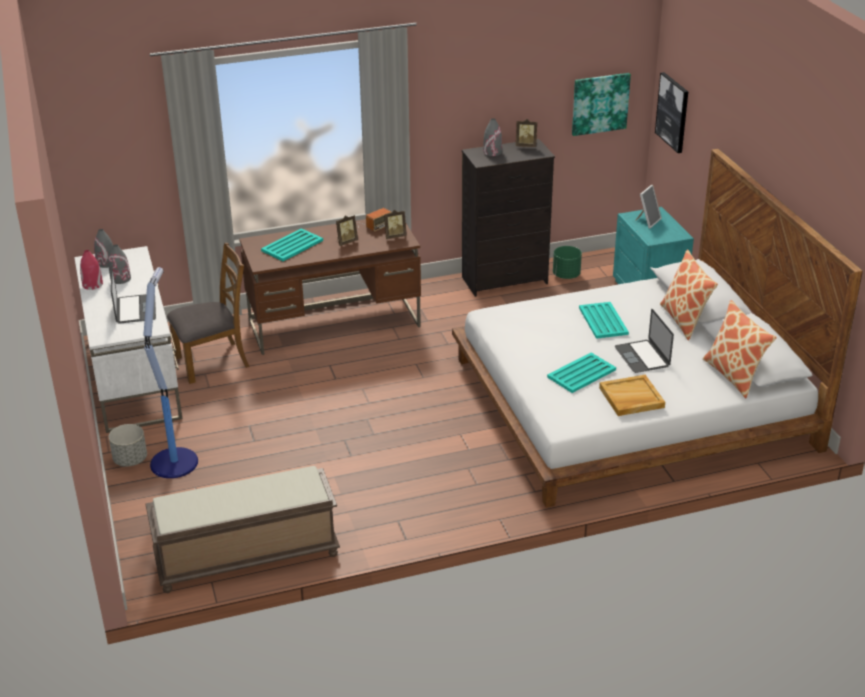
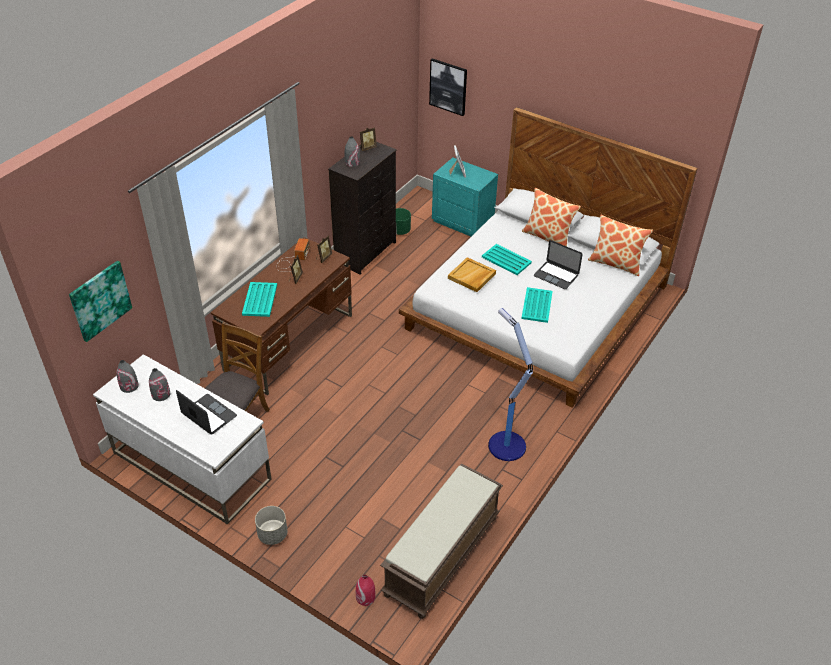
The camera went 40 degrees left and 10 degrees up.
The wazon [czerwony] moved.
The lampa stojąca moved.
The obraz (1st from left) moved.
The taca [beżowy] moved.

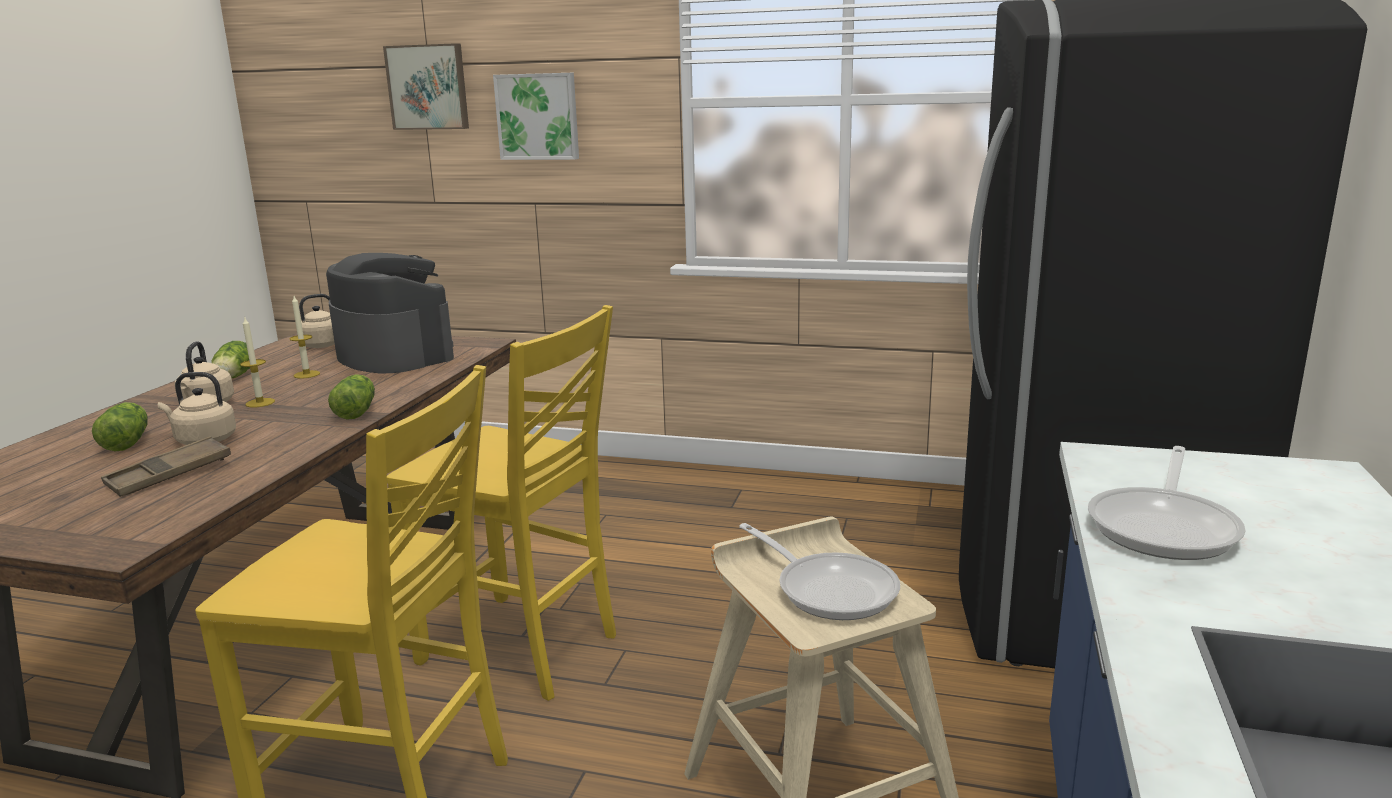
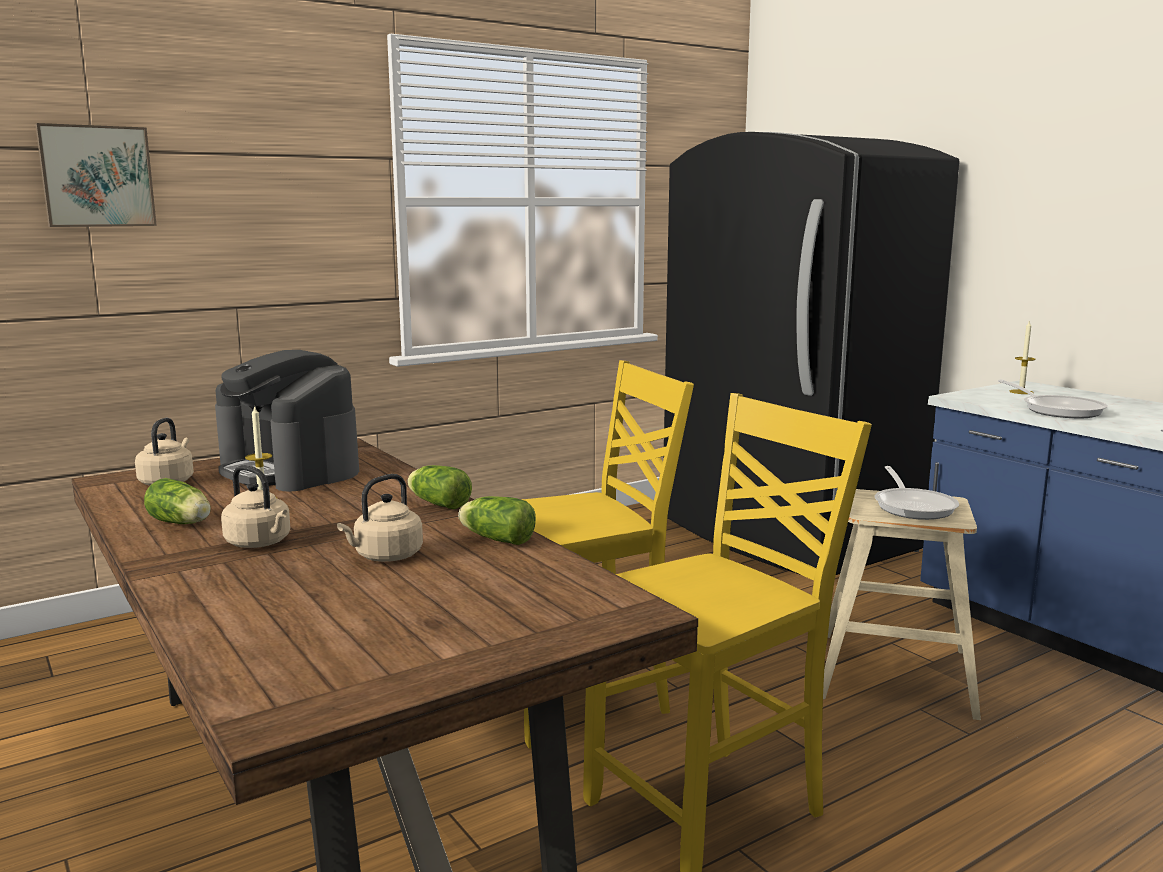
The camera went 50 degrees left and 5 degrees down.
The taca [brązowy] disappeared.
The obraz (2nd from left) disappeared.
The sałata (1st from left in the first image) moved.
The świeca (1st from left in the first image) moved.
The ekspres do kawy turned 135 degrees counterclockwise.
The patelnia (1st from left) turned 90 degrees clockwise.

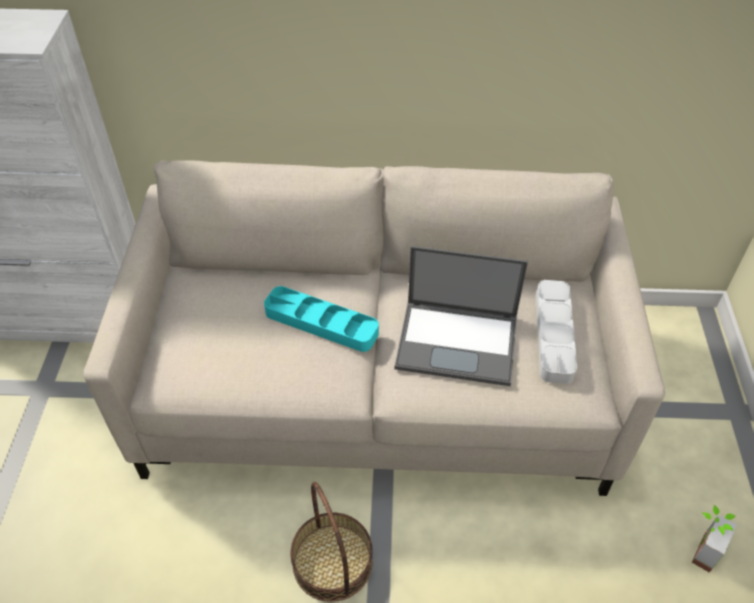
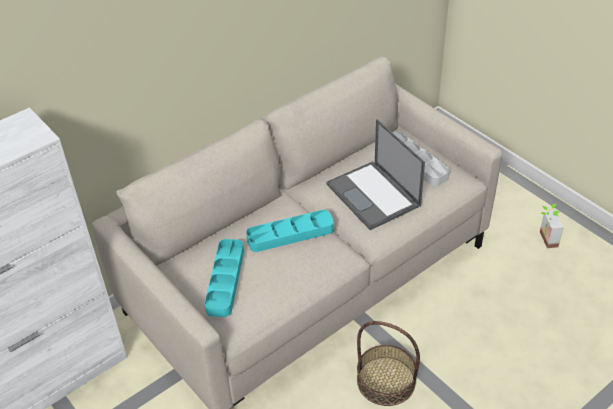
The camera went 40 degrees left and 5 degrees down.
The taca [turkusowy] (1st from left) appeared.
The laptop turned 90 degrees clockwise.

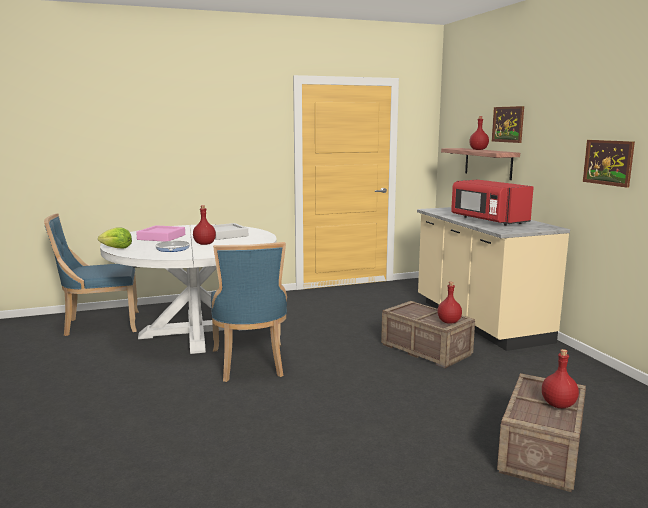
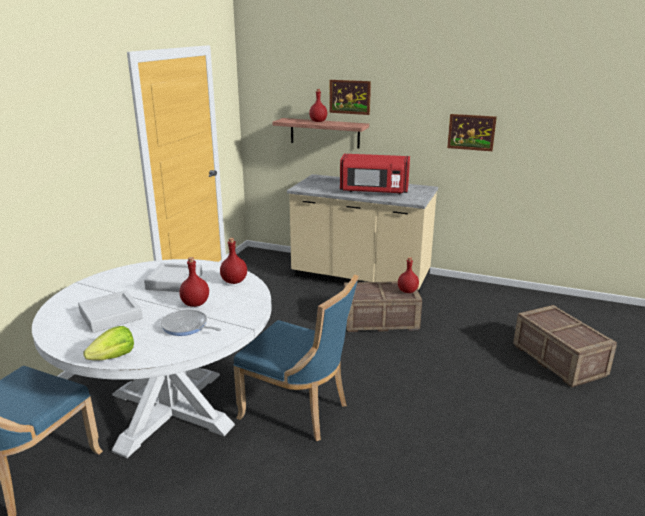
The camera went 50 degrees left and 10 degrees up.
The butelka [czerwony] (4th from left in the first image) moved.
The taca [różowy] became the taca [szary] (1st from left).

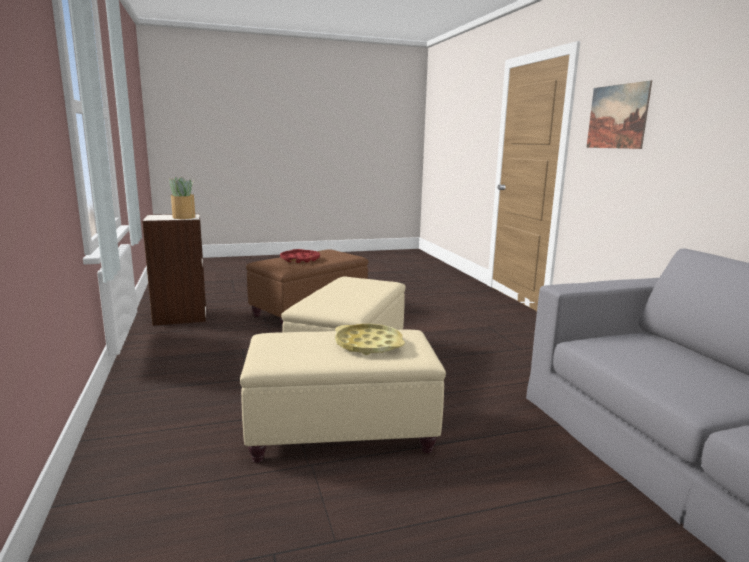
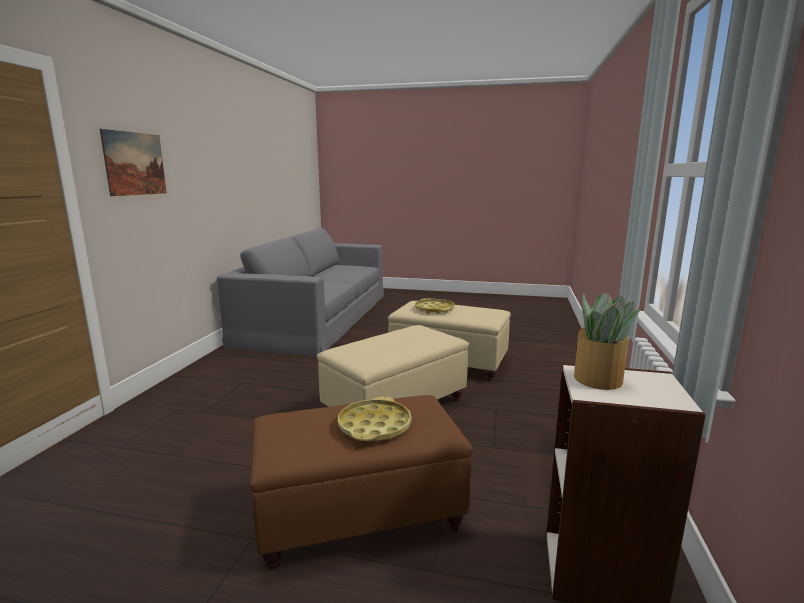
The camera went 150 degrees left and 0 degrees up.
The taca [czerwony] became the taca [żółty] (1st from left).

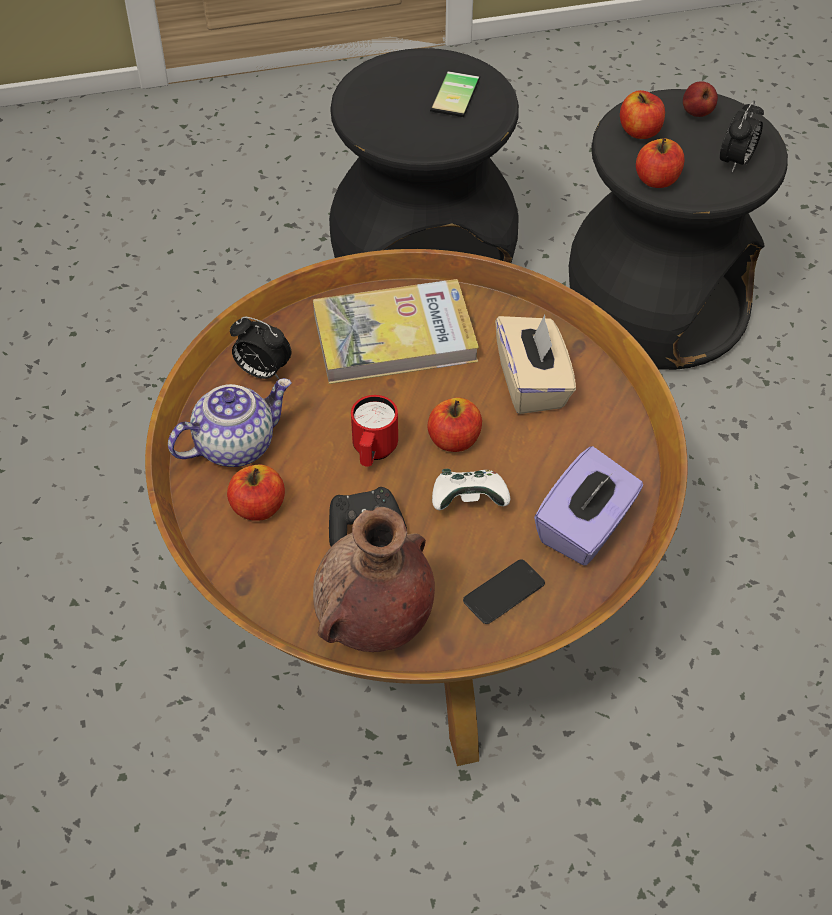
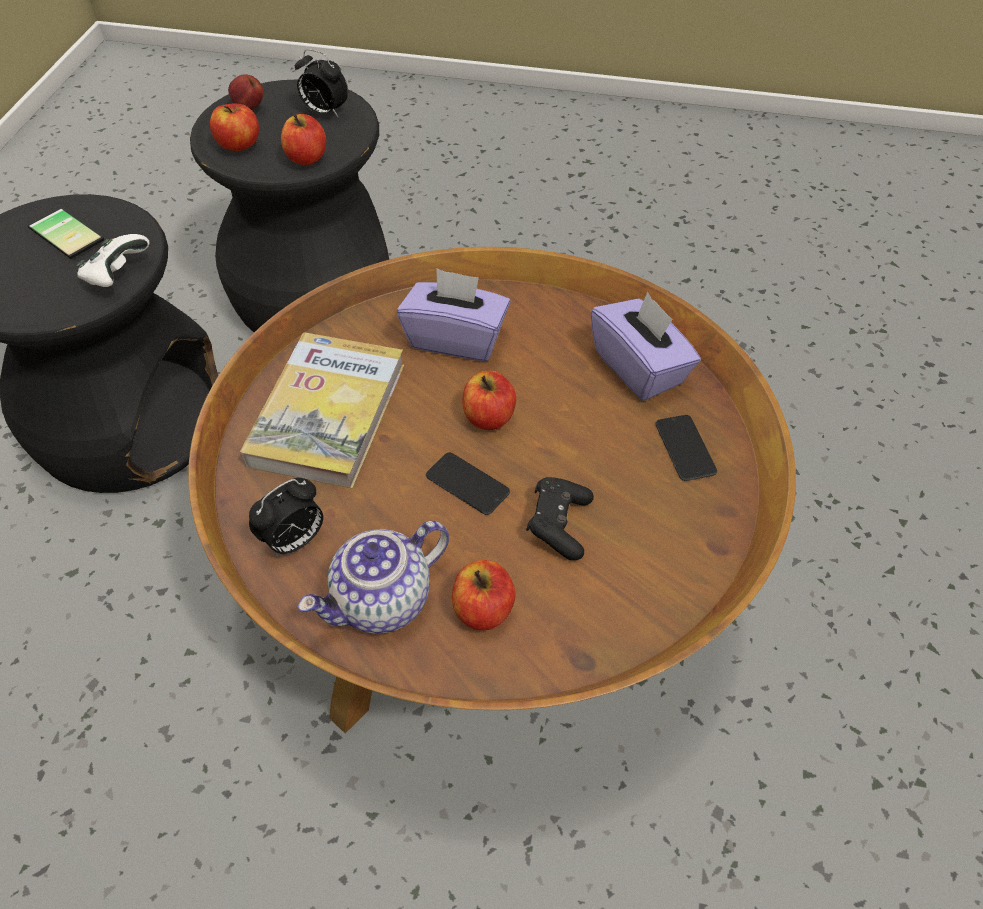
The camera went 65 degrees left and 0 degrees up.
The wazon [brązowy] disappeared.
The pad do gier [biały] moved.
The kubek [czerwony] was replaced by the telefon (2nd from left).
The pudełko chusteczek [beżowy] became the pudełko chusteczek [fioletowy] (1st from left).
The imbryk turned 120 degrees counterclockwise.
The budzik (2nd from left) turned 150 degrees clockwise.

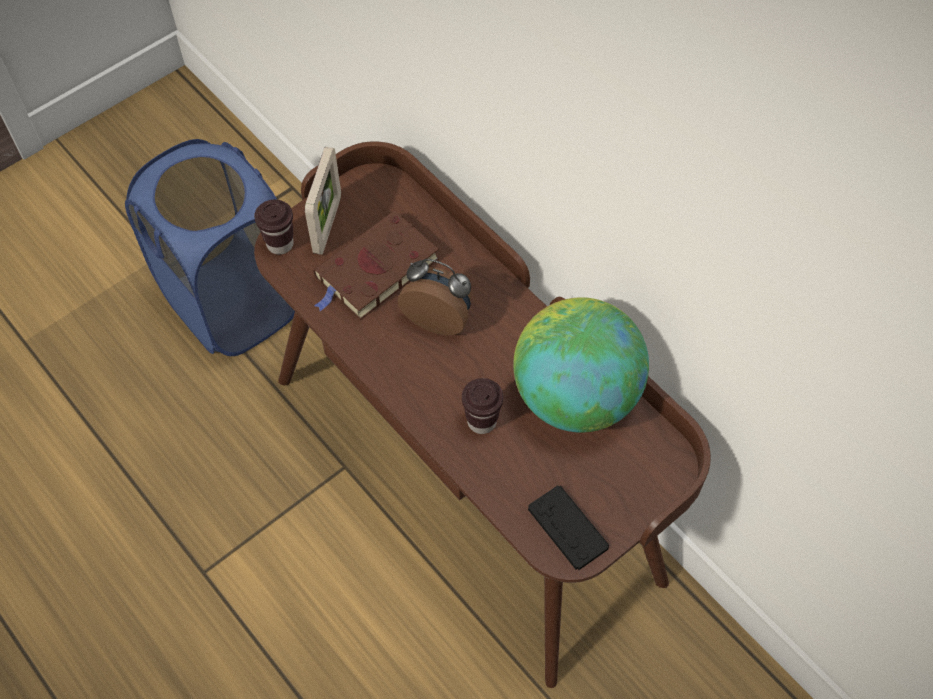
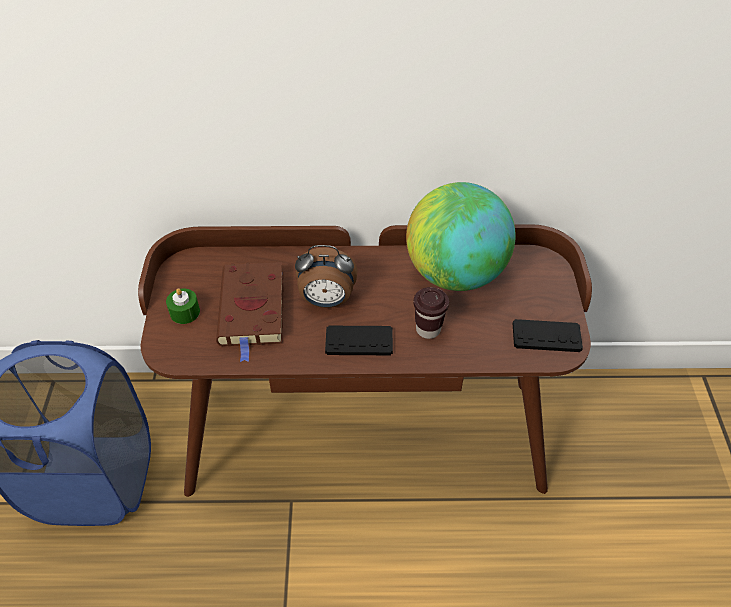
The camera went 50 degrees left and 10 degrees down.
The filiżanka [brązowy] (1st from left) disappeared.
The pad do gier [czarny] (1st from left) appeared.
The ramka na zdjęcie was replaced by the świeca [zielony].
The budzik turned 150 degrees counterclockwise.

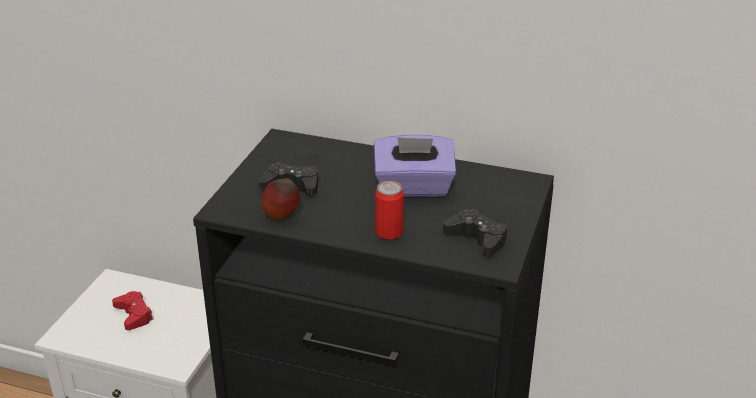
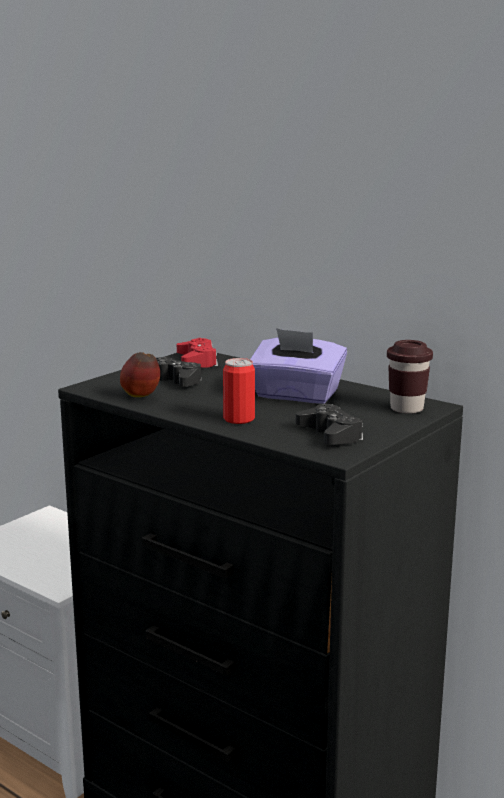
The camera went 20 degrees right and 15 degrees down.
The filiżanka [brązowy] appeared.
The pad do gier [czerwony] moved.

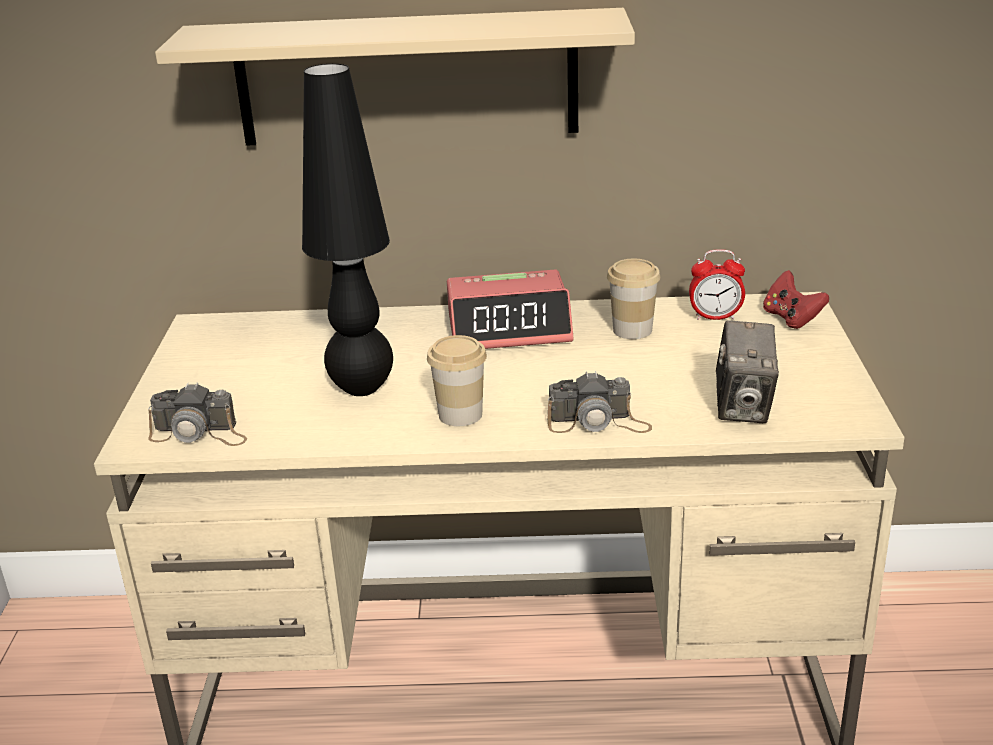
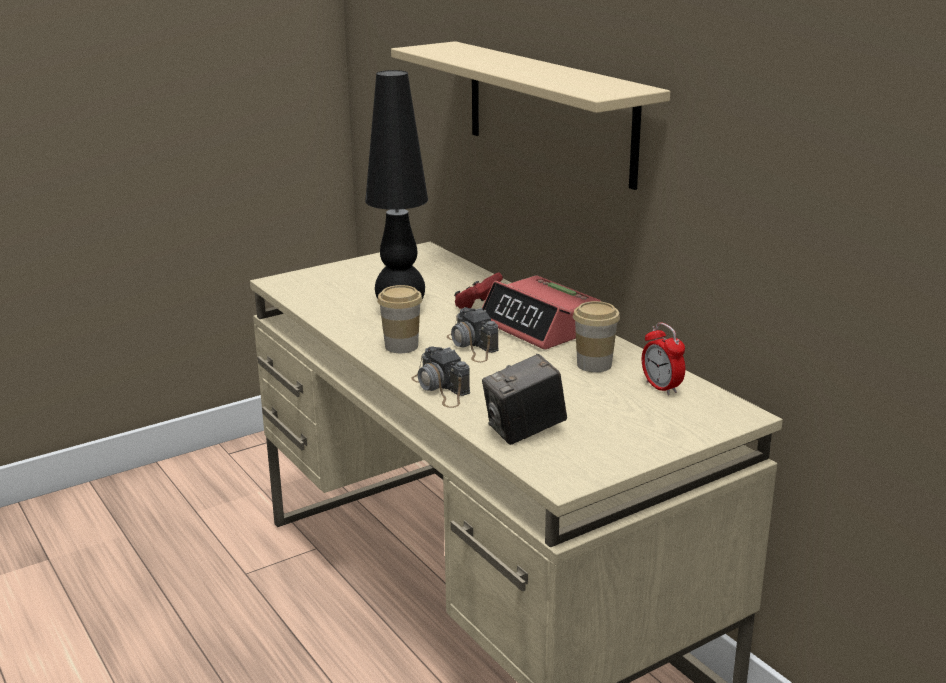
The camera went 55 degrees right and 5 degrees down.
The aparat fotograficzny (1st from left in the first image) moved.
The pad do gier [czerwony] moved.

